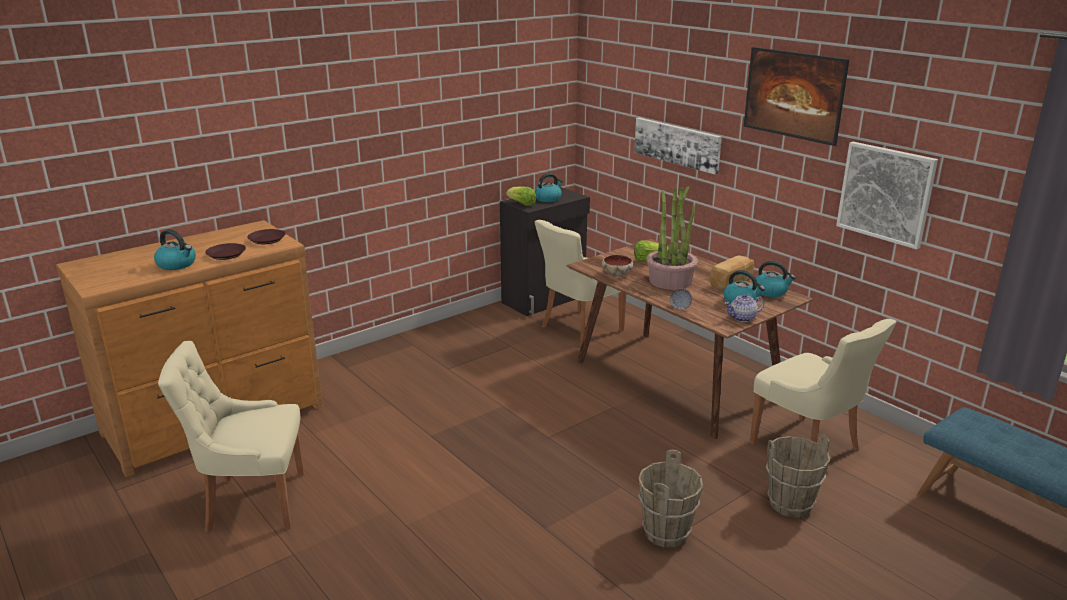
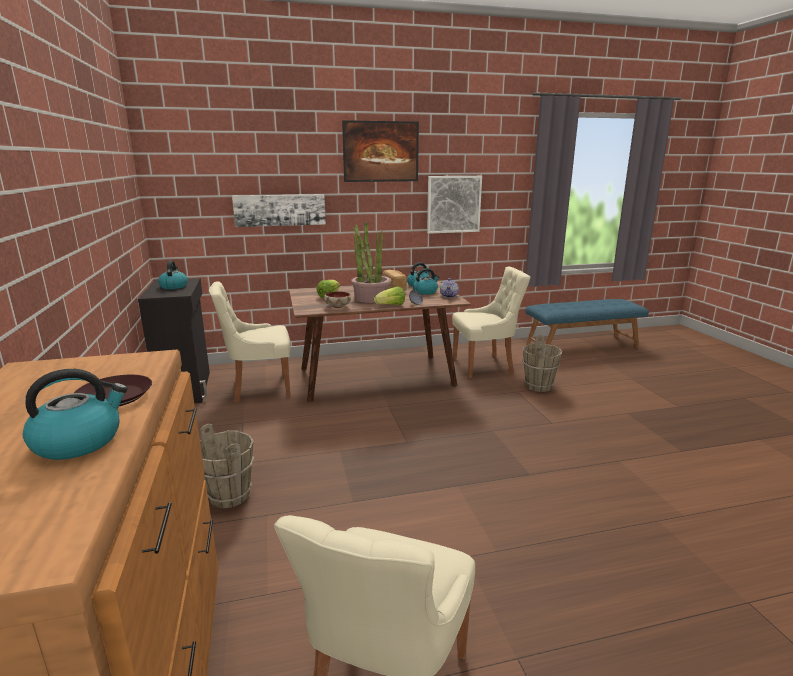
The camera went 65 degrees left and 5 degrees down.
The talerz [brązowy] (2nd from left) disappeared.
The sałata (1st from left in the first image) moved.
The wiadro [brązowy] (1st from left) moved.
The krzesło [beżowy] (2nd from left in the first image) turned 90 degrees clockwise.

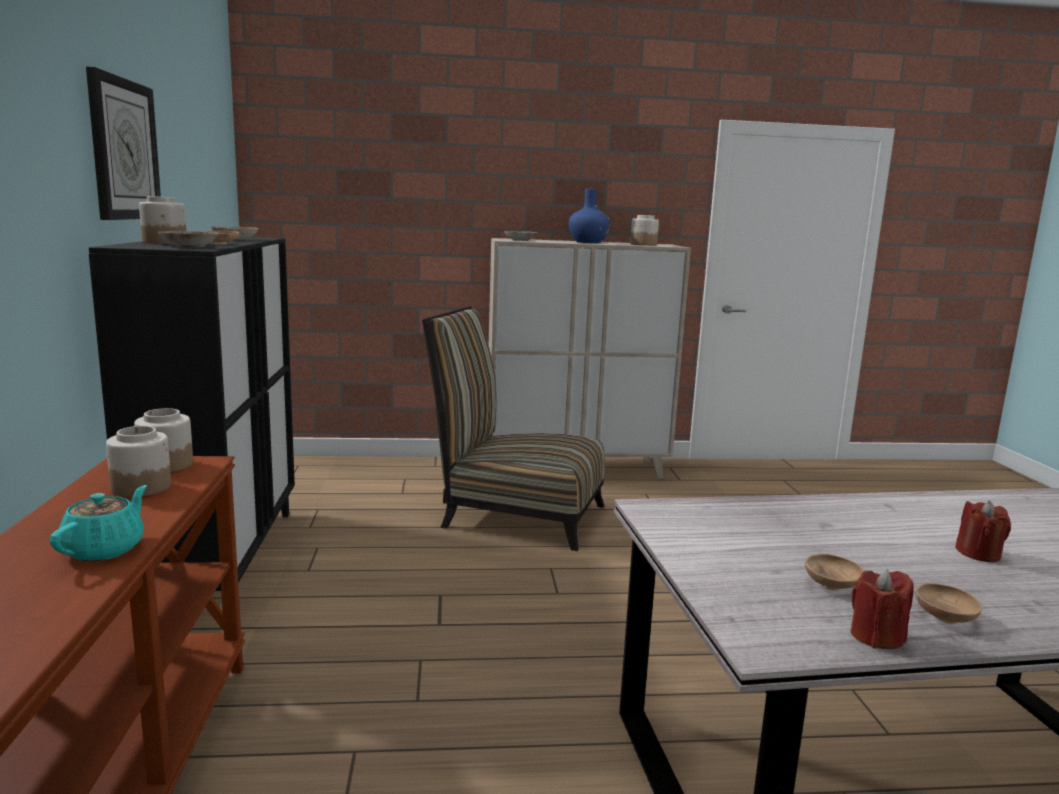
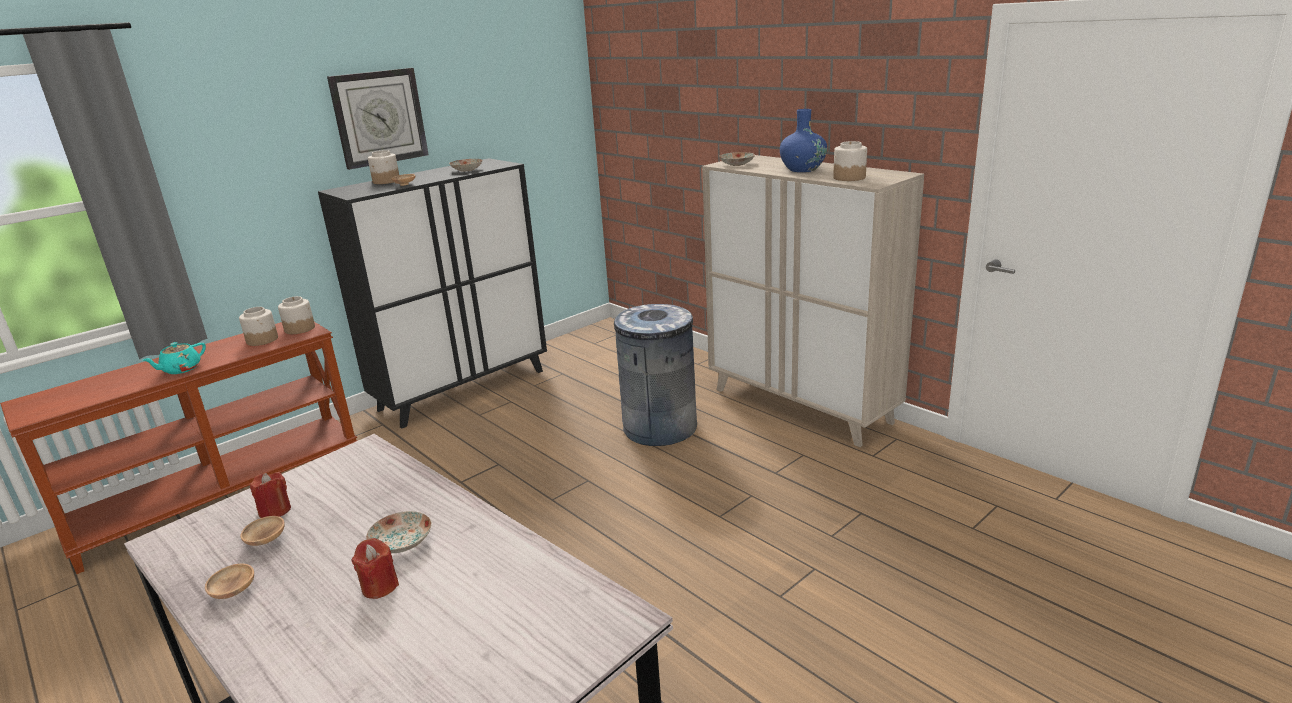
The camera went 55 degrees right and 10 degrees up.
The talerz (1st from left) moved.
The świeca [czerwony] (1st from left) moved.
The krzesło was replaced by the kosz na śmieci [szary].
The imbryk [turkusowy] turned 150 degrees clockwise.

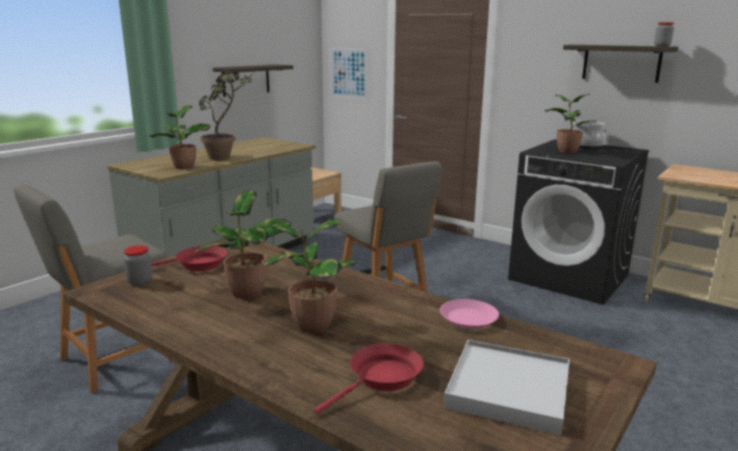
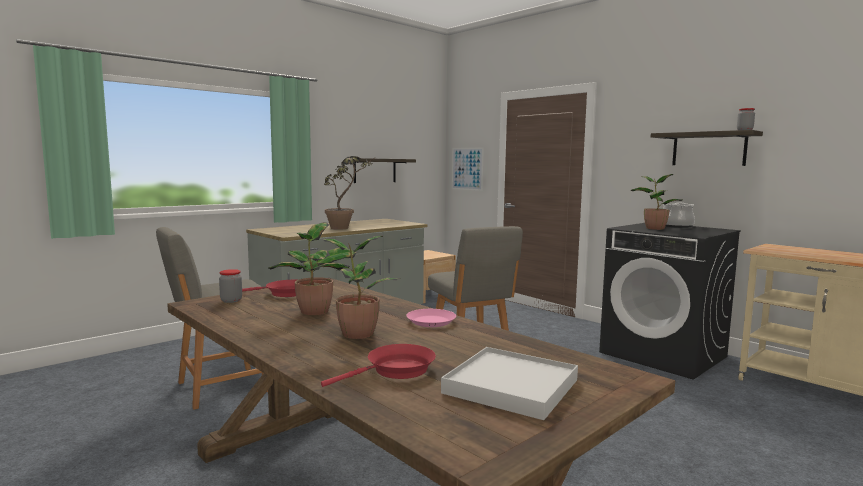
The camera went 10 degrees right and 10 degrees down.
The roślina doniczkowa (1st from left) disappeared.
The talerz [różowy] moved.

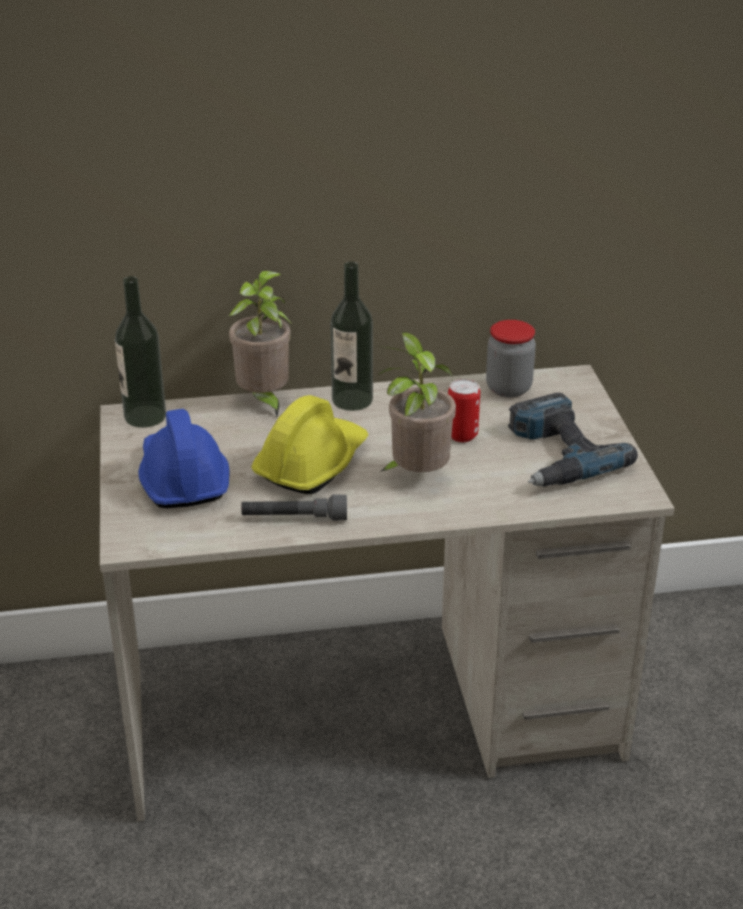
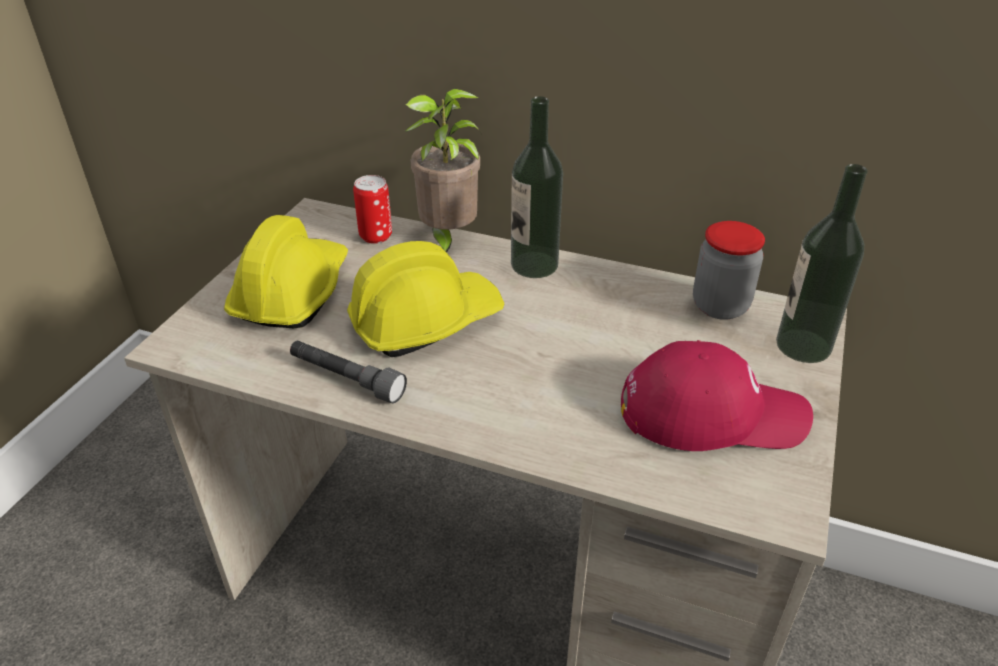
The camera went 30 degrees right and 5 degrees up.
The roślina doniczkowa (2nd from left) disappeared.
The butelka (1st from left in the first image) moved.
The puszka moved.
The wiertarka was replaced by the czapka z daszkiem [czerwony].
The kask [niebieski] became the kask [żółty] (1st from left).

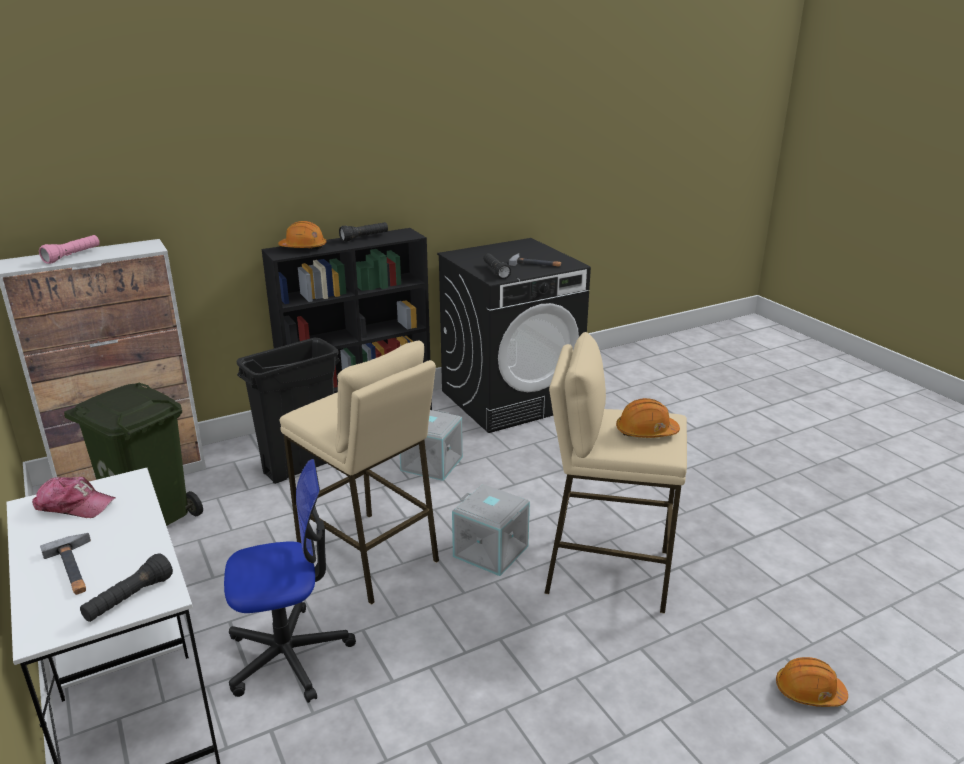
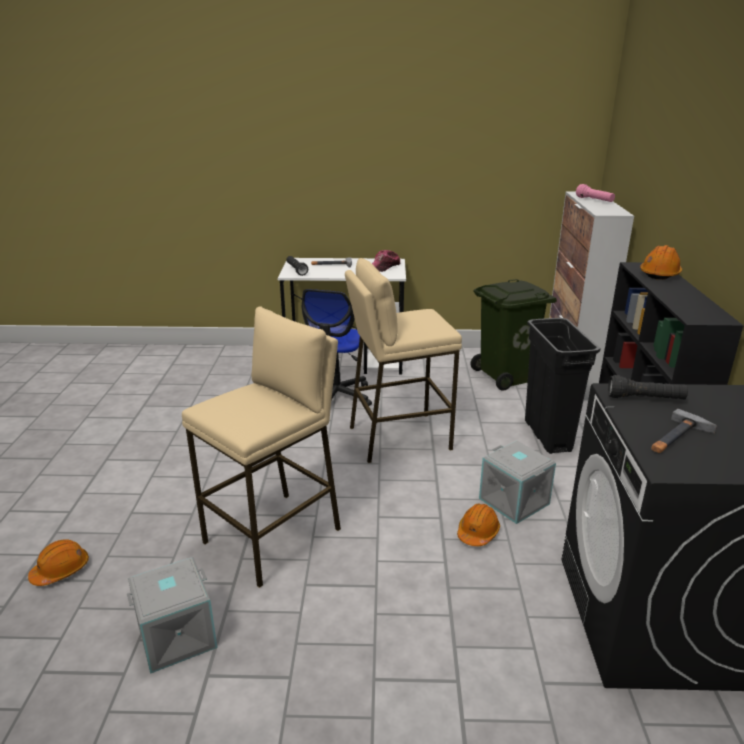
The camera went 120 degrees right and 0 degrees up.
The latarka [czarny] (2nd from left) disappeared.
The pojemnik do przechowywania [szary] (2nd from left in the first image) moved.
The kask [pomarańczowy] (2nd from left) moved.

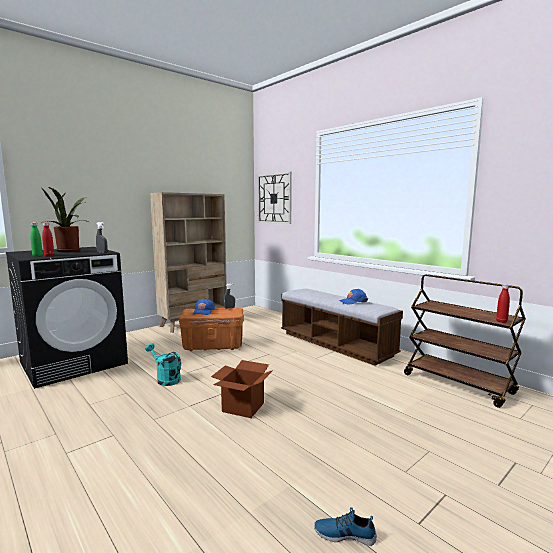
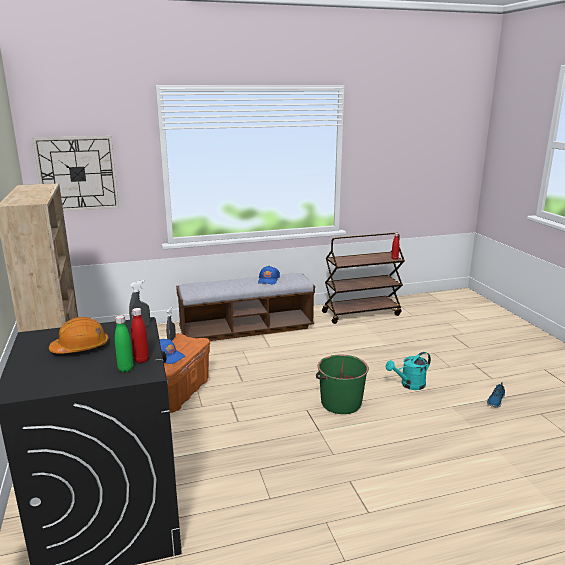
The camera went 65 degrees left and 10 degrees up.
The konewka [turkusowy] moved.
The roślina doniczkowa was replaced by the kask [pomarańczowy].
The karton was replaced by the wiadro [zielony].

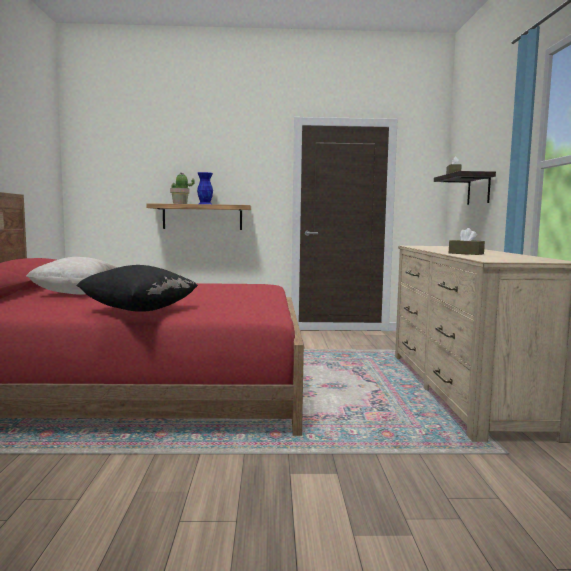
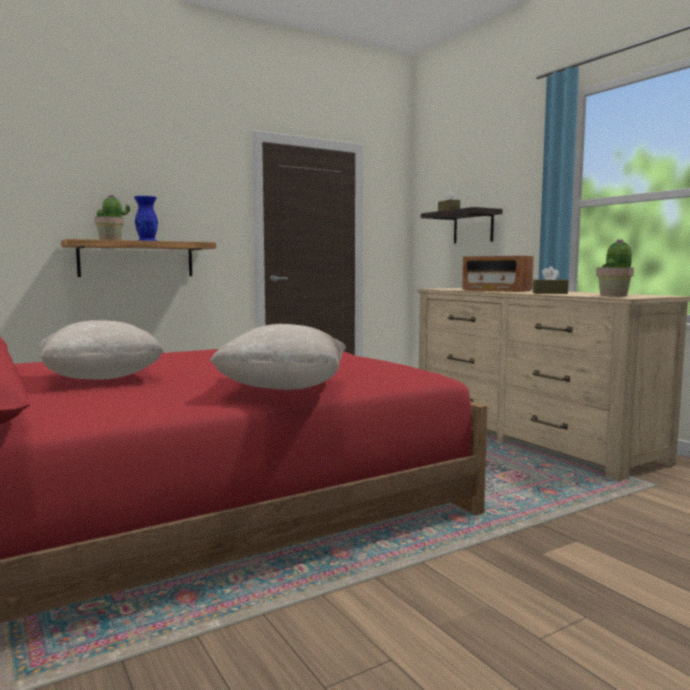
The camera went 30 degrees left and 0 degrees up.
The radio appeared.
The roślina doniczkowa (2nd from left) appeared.
The poduszka [czarny] became the poduszka [beżowy] (2nd from left).

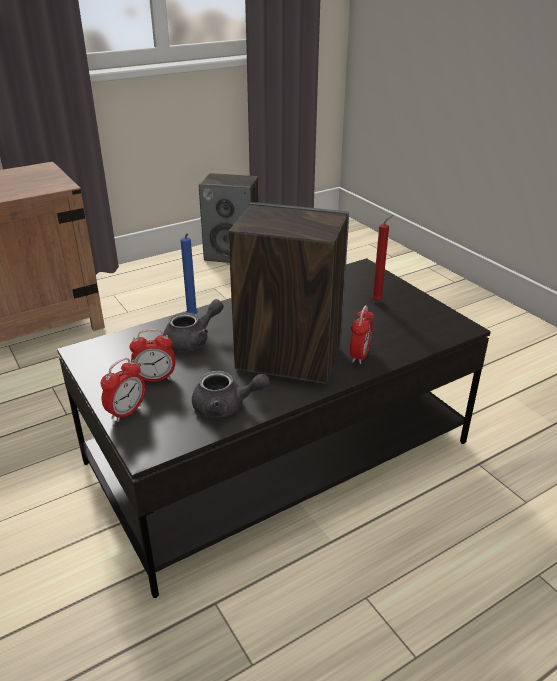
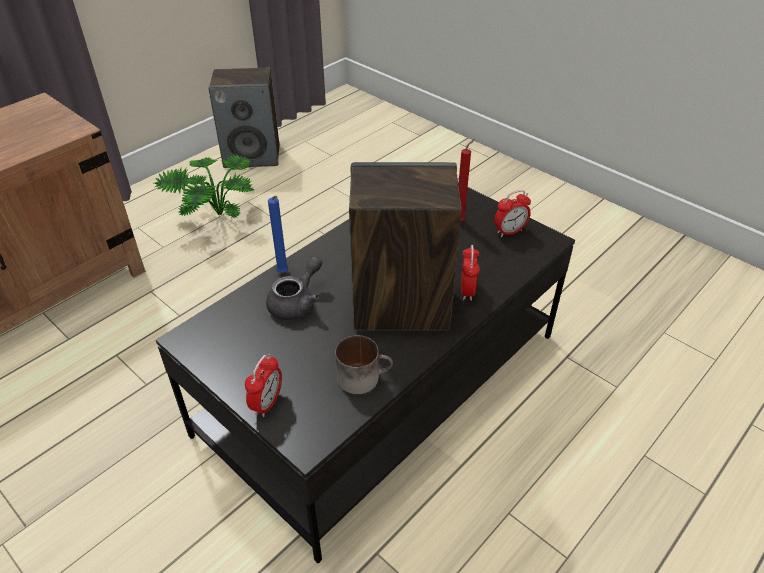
The camera went 15 degrees left and 10 degrees up.
The roślina doniczkowa appeared.
The budzik (2nd from left in the first image) moved.
The imbryk [szary] (2nd from left) was replaced by the kubek.

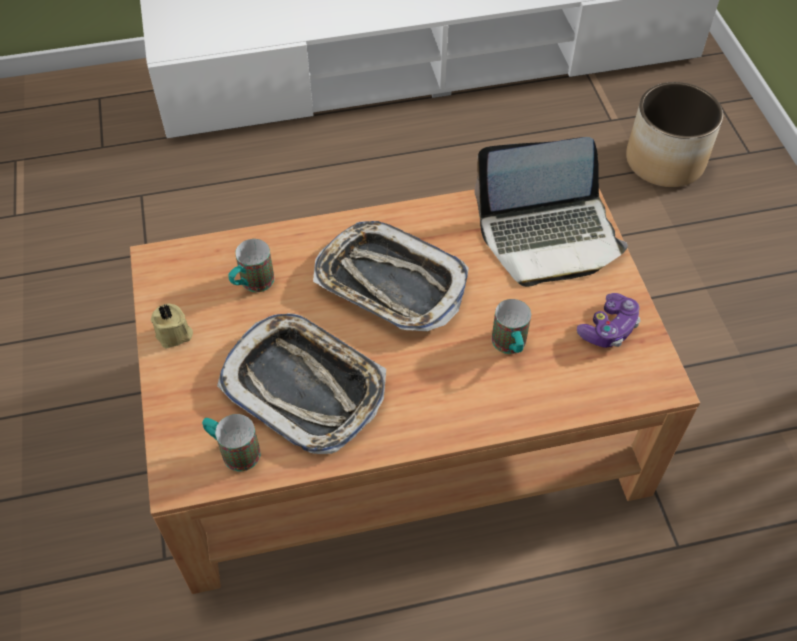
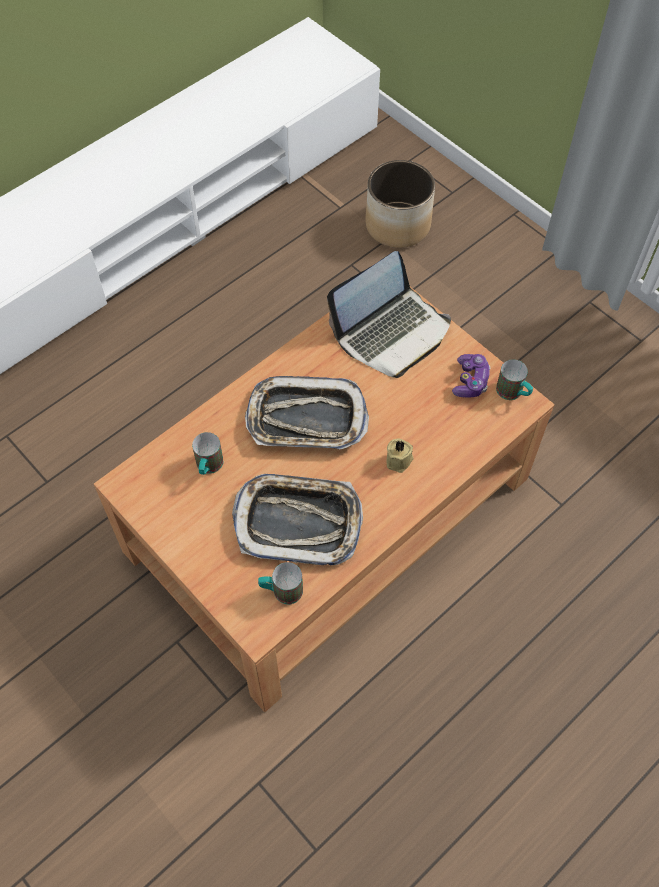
The camera went 30 degrees left and 5 degrees up.
The świeca [beżowy] moved.
The kubek (3rd from left) moved.

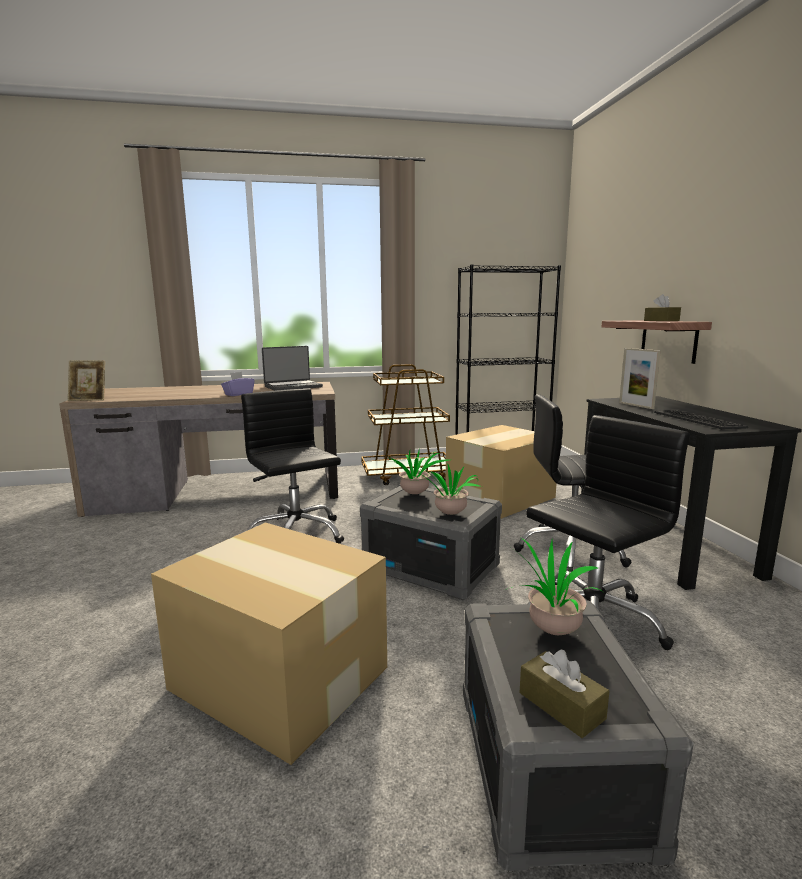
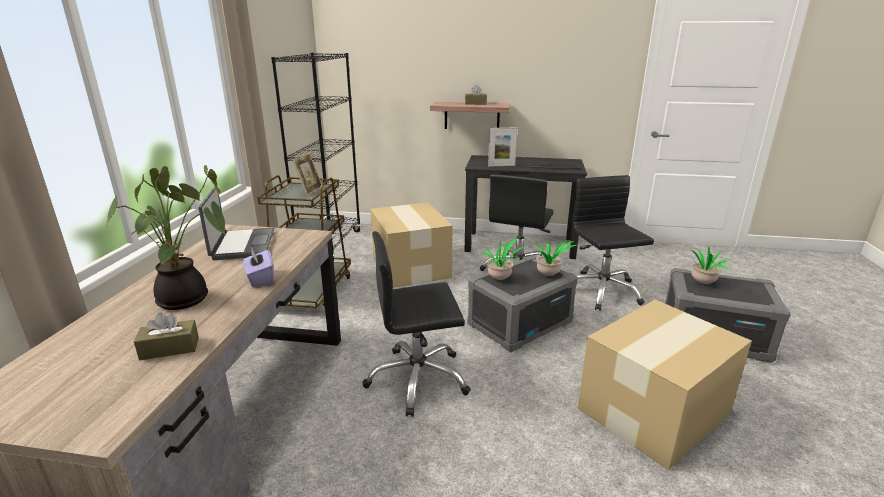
The camera went 70 degrees left and 10 degrees up.
The roślina doniczkowa (1st from left) appeared.
The ramka na zdjęcie (1st from left) moved.
The pudełko chusteczek [brązowy] (1st from left) moved.

